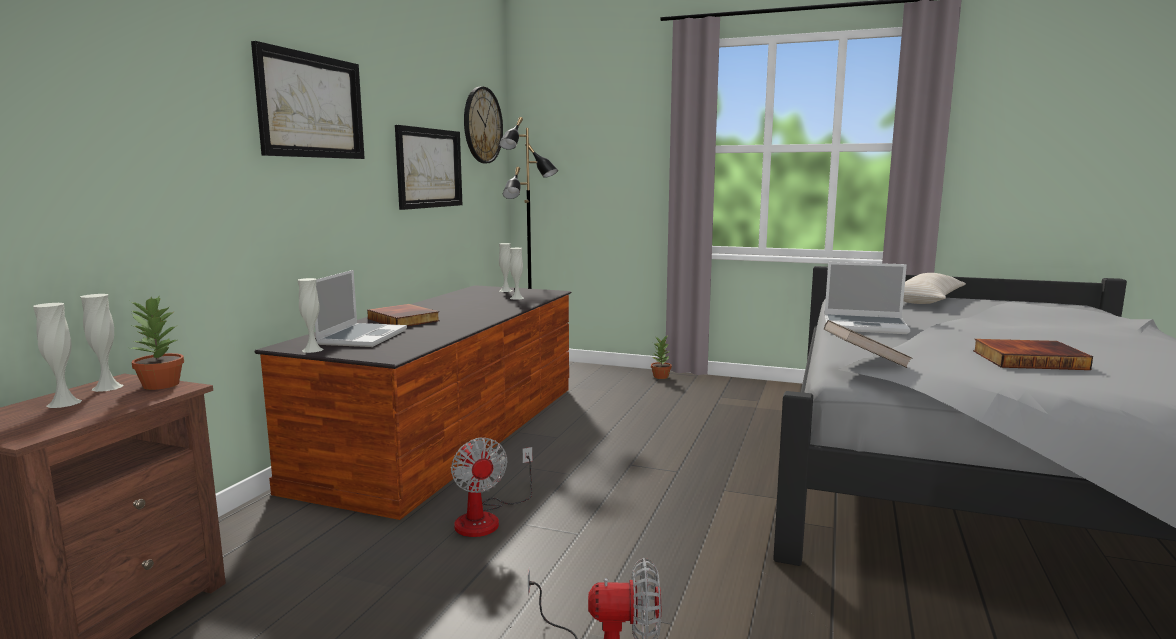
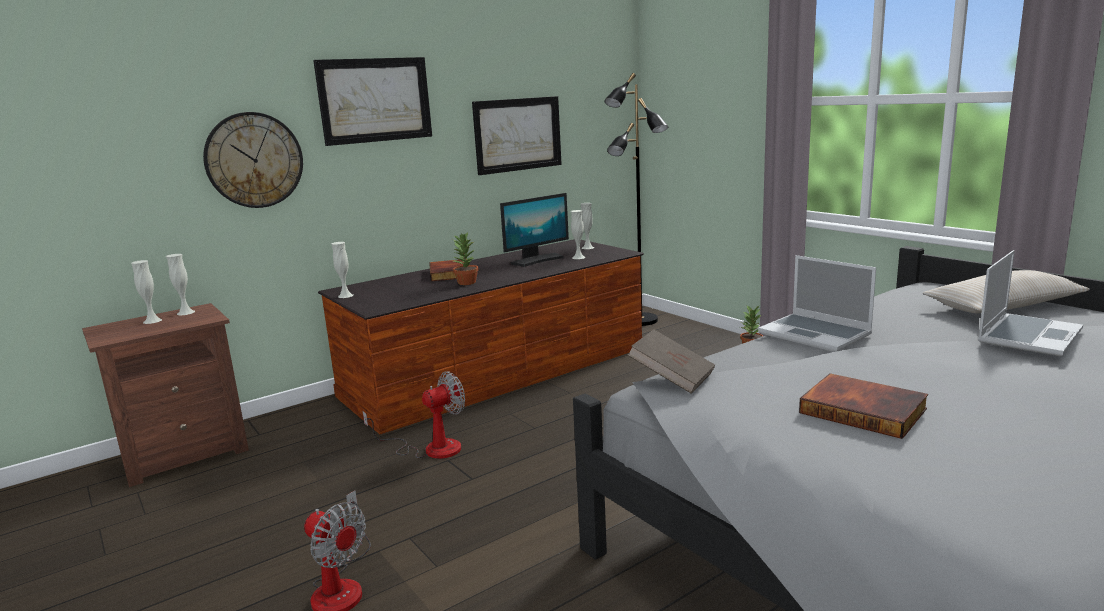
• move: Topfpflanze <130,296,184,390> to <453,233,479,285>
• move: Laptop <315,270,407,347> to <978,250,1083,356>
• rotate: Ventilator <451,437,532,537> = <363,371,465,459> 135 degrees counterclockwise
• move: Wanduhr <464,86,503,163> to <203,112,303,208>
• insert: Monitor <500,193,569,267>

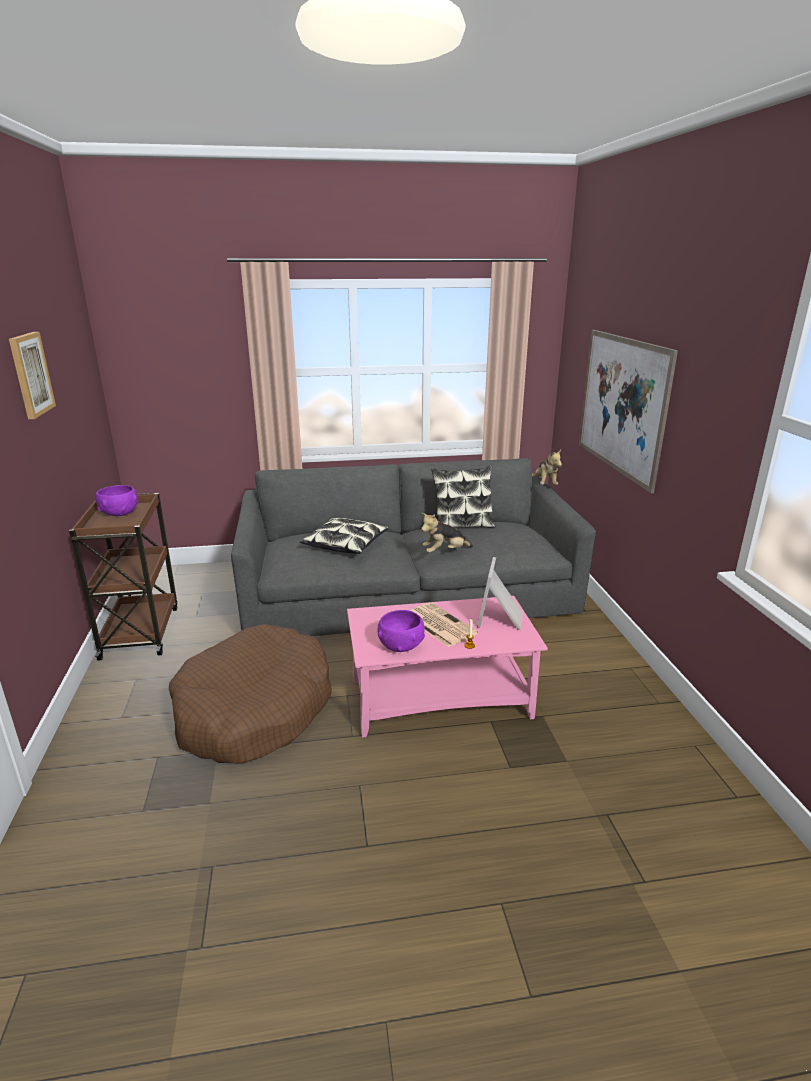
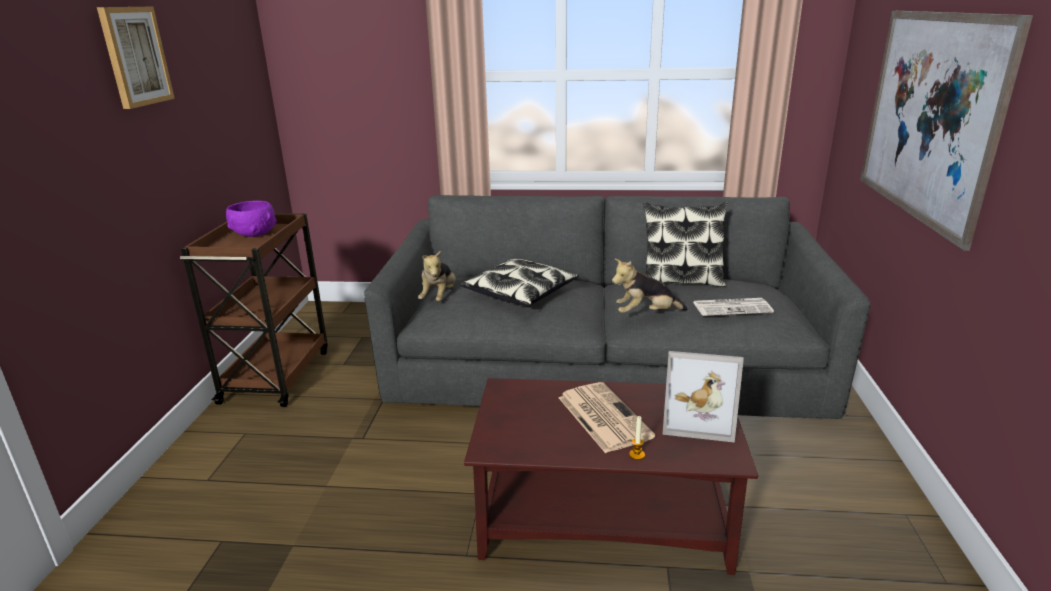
• delete: Hundebett [braun] <169,624,332,764>
• recolor: Couchtisch [rosa] <347,596,548,738> to Couchtisch [braun] <464,378,758,575>
• delete: Schüssel [lila] <378,610,425,652>
• rotate: Bilderrahmen <477,557,523,630> = <663,351,744,443> 105 degrees counterclockwise
• move: Plüschtier <532,450,562,485> to <418,250,456,302>
• insert: Zeitung <693,298,774,316>

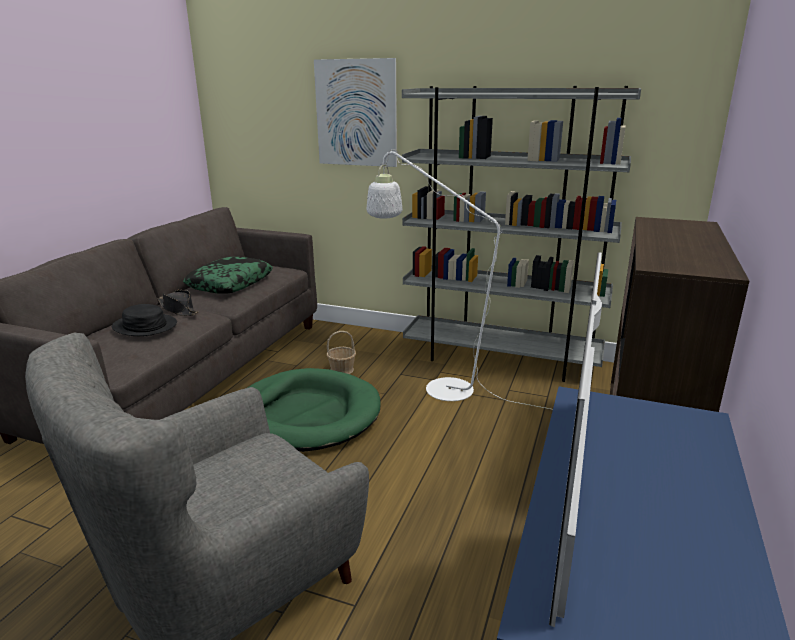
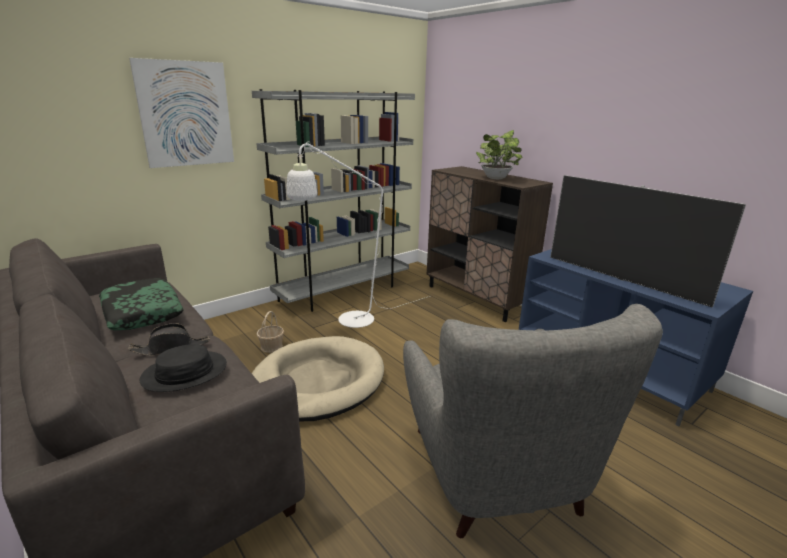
• recolor: Hundebett [grün] <247,368,381,452> to Hundebett [beige] <251,336,384,421>
• insert: Topfpflanze <476,130,522,179>

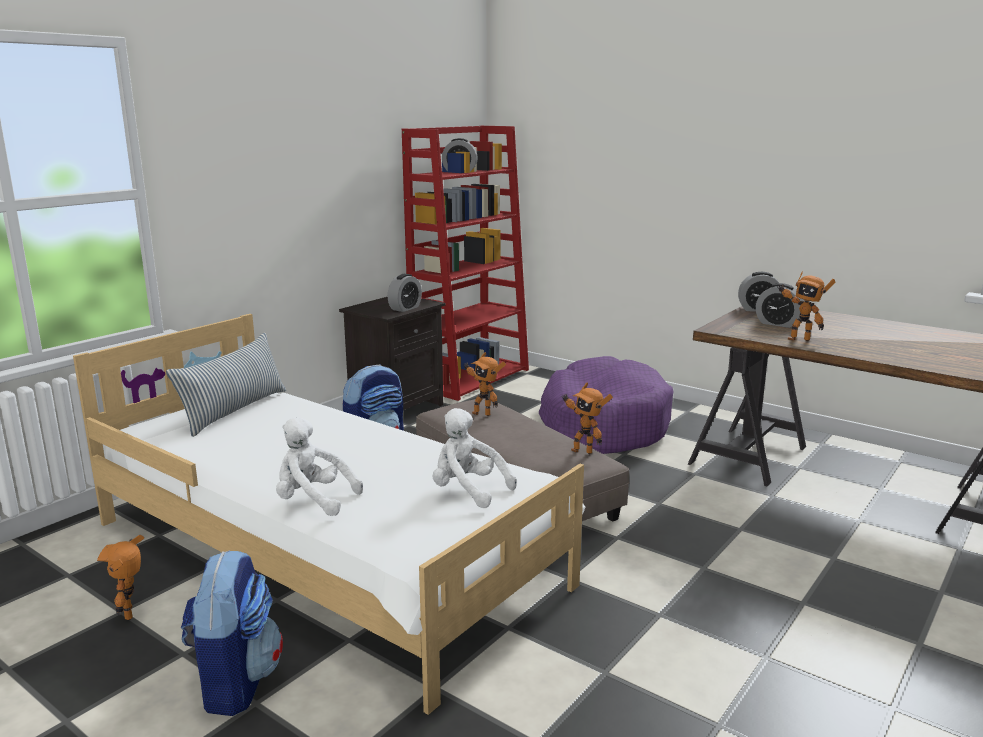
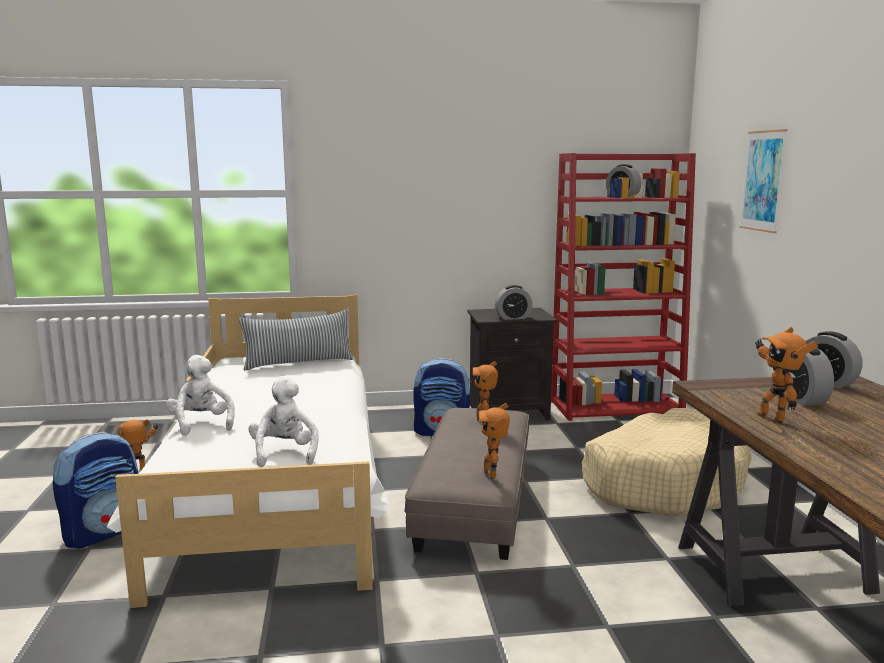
• recolor: Hundebett [lila] <538,356,674,454> to Hundebett [beige] <582,408,752,516>
• insert: Bild <739,129,787,233>

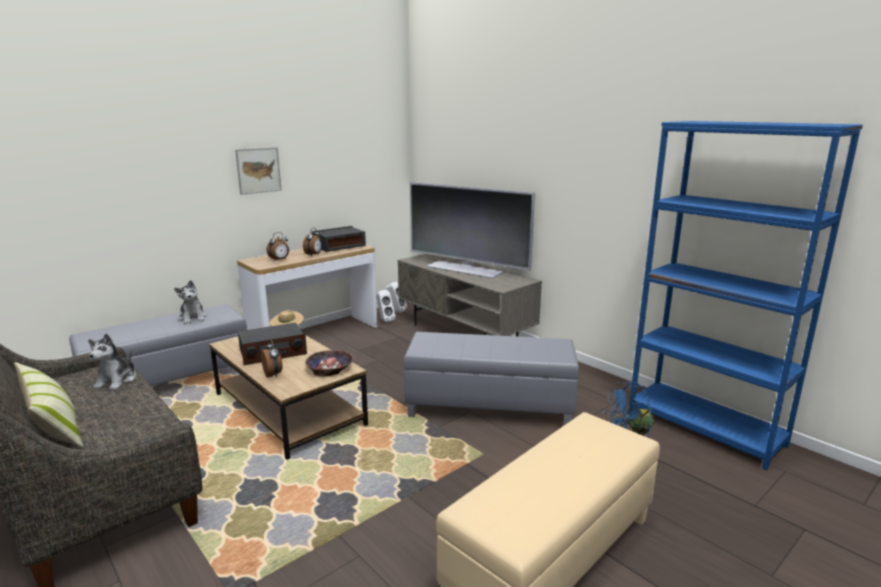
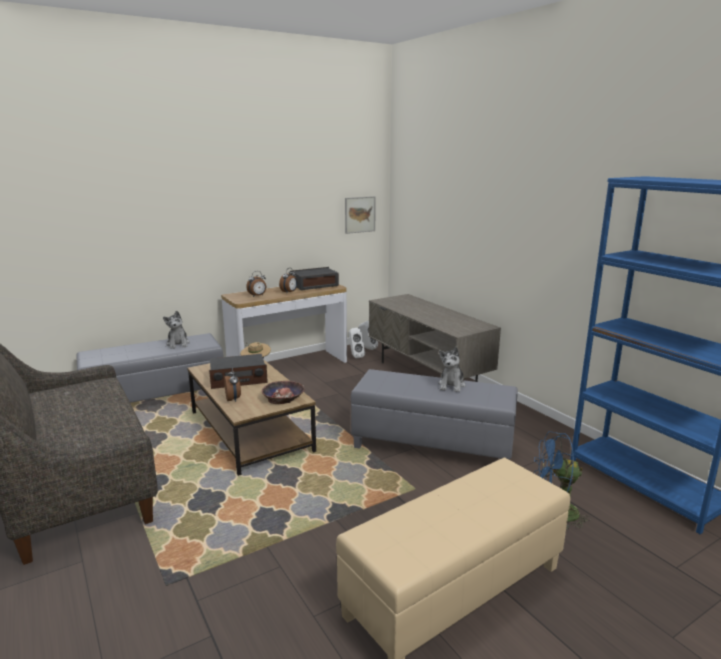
• delete: Kissen <14,362,83,448>
• move: Plüschtier <88,333,136,390> to <438,347,466,392>
• move: Bild <235,147,282,195> to <345,196,376,234>
• delete: Fernseher <410,182,535,278>

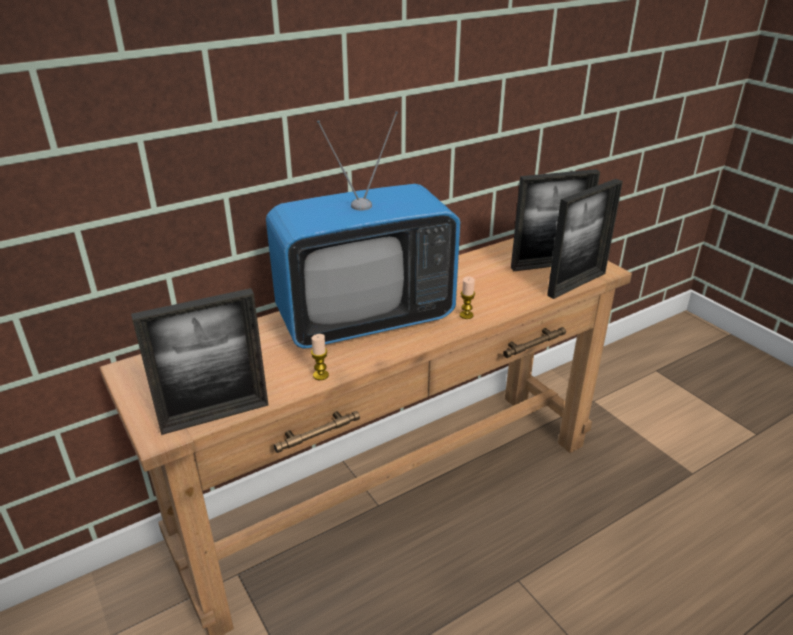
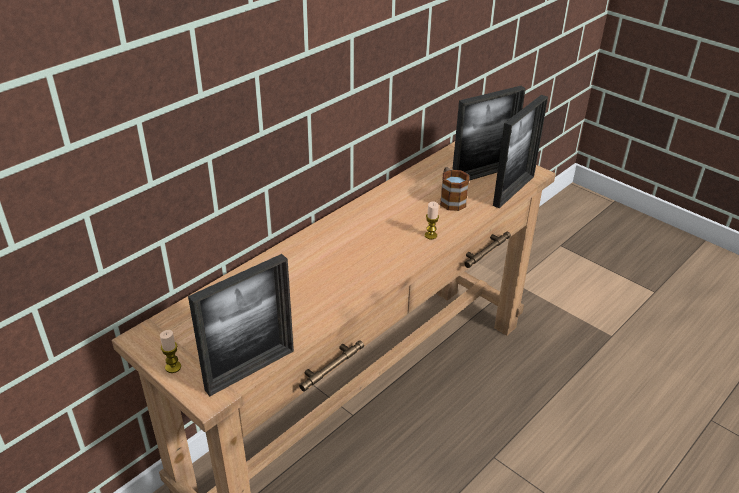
• delete: Fernseher <266,111,460,349>
• move: Kerze <311,334,329,380> to <160,330,181,373>
• insert: Henkelbecher <440,167,469,211>

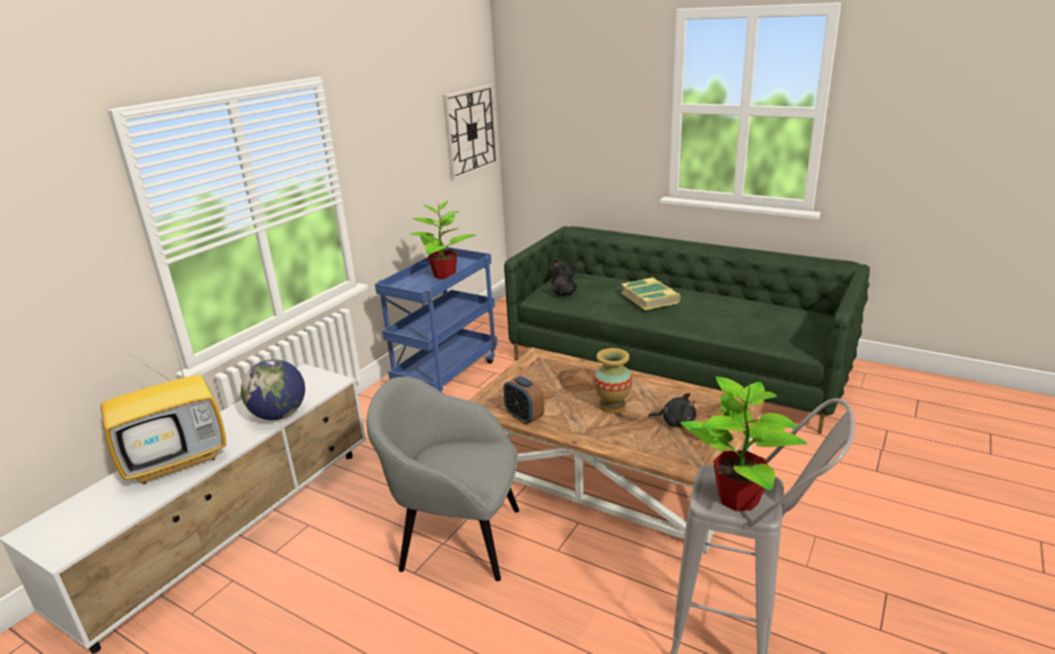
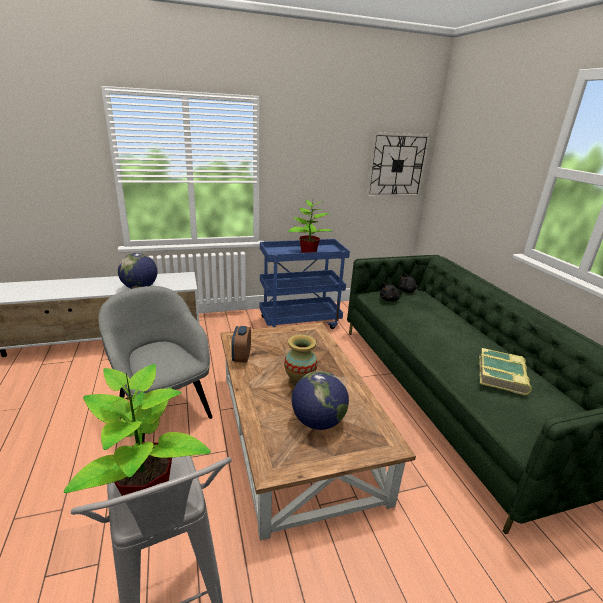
• delete: Fernseher <101,329,226,484>
• move: Buch <621,277,681,310> to <479,348,532,395>
• replace: Plüschtier [schwarz] <648,393,696,427> to Globus <292,371,349,430>

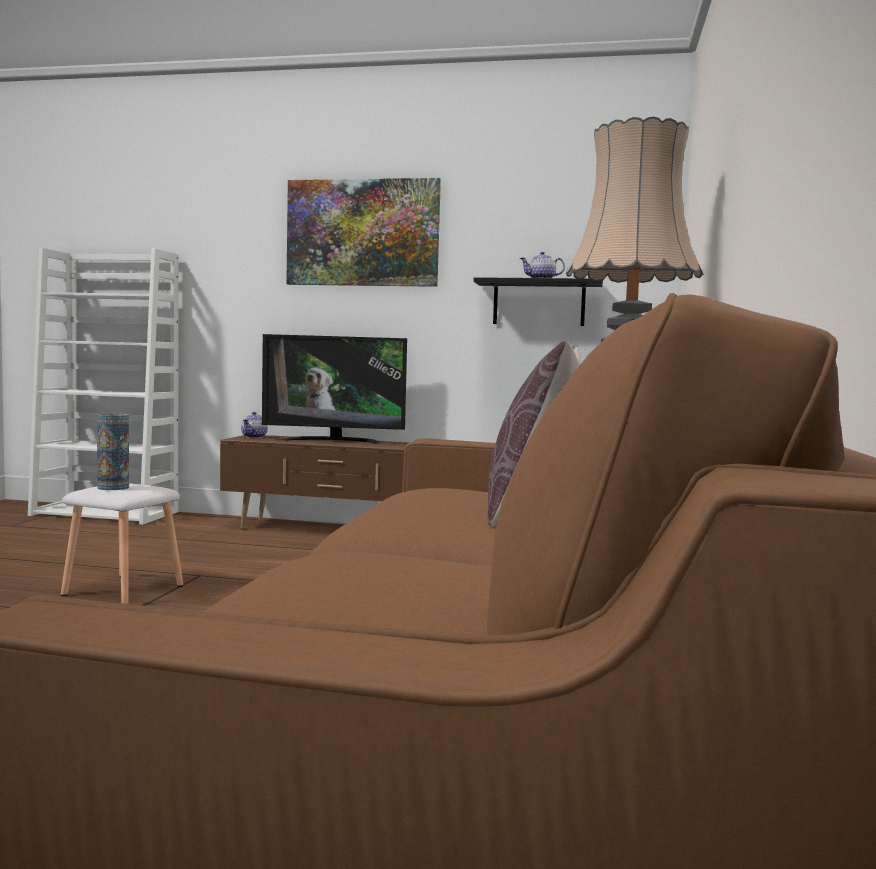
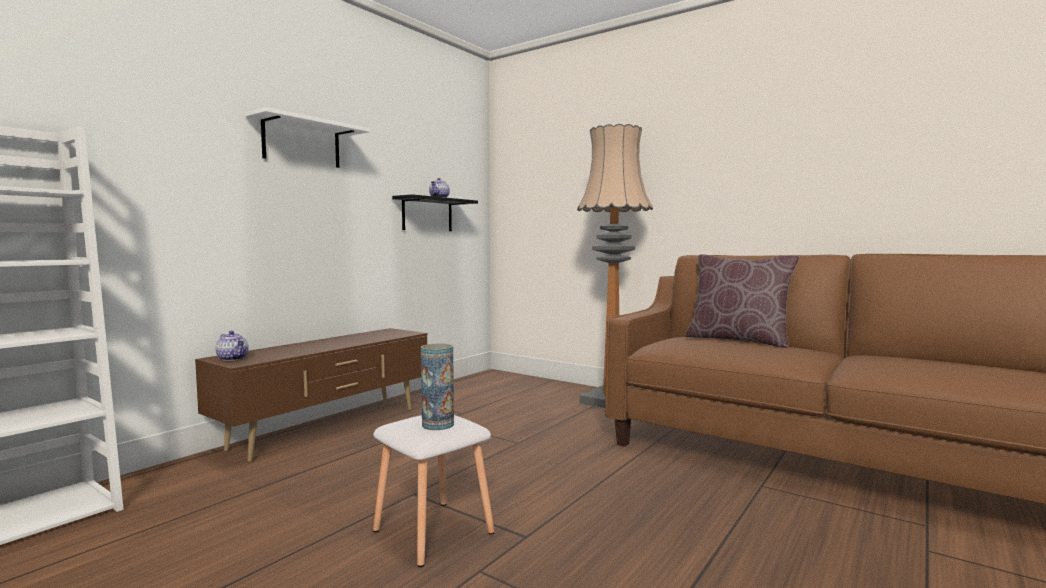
• delete: Fernseher <262,334,407,444>
• replace: Bild <286,178,441,287> to Wandregal [weiß] <245,107,370,168>

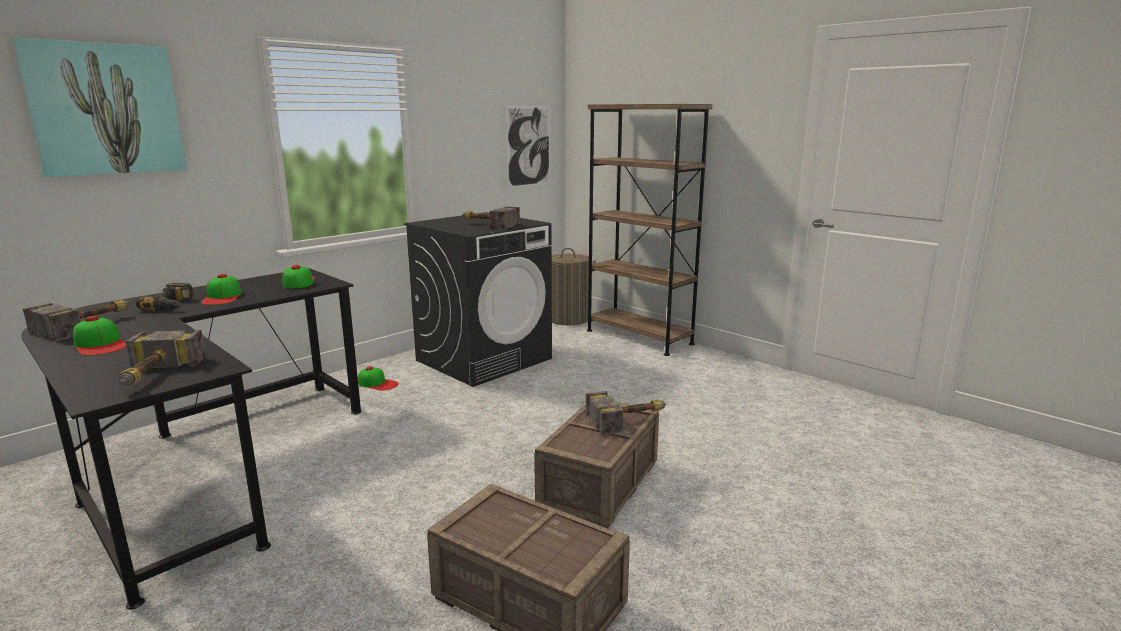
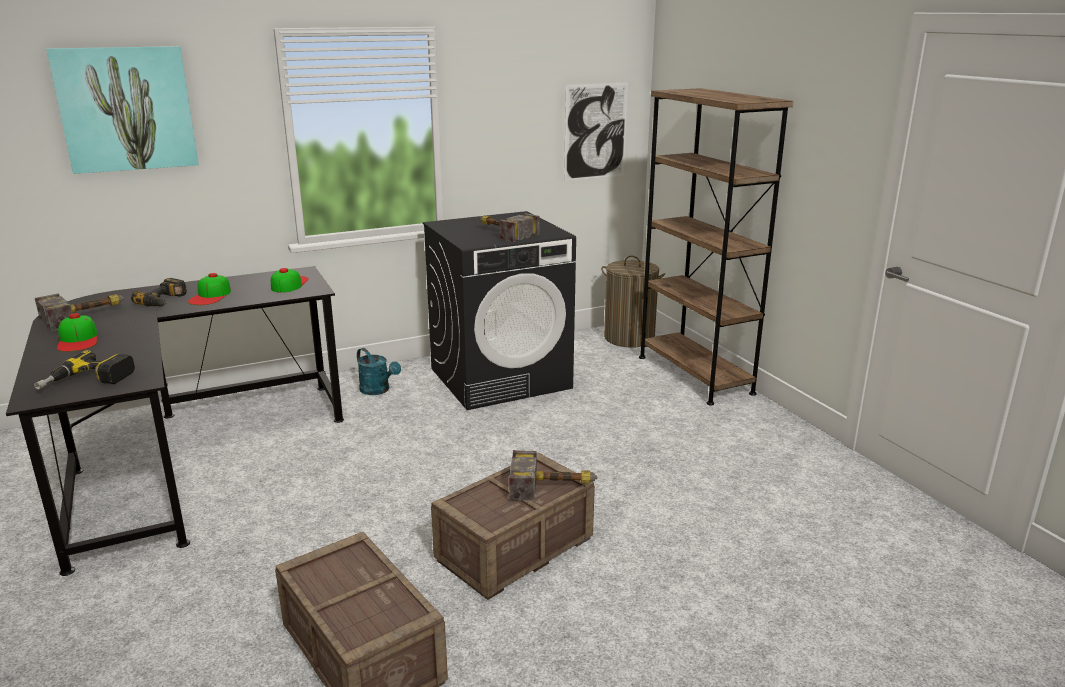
• replace: Hammer <118,330,206,386> to Bohrmaschine <34,350,135,390>
• replace: Kappe <358,366,399,391> to Gießkanne [türkis] <357,348,401,395>

